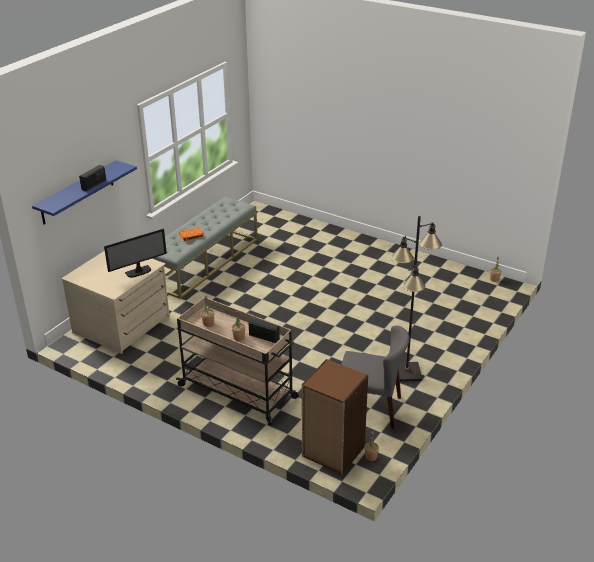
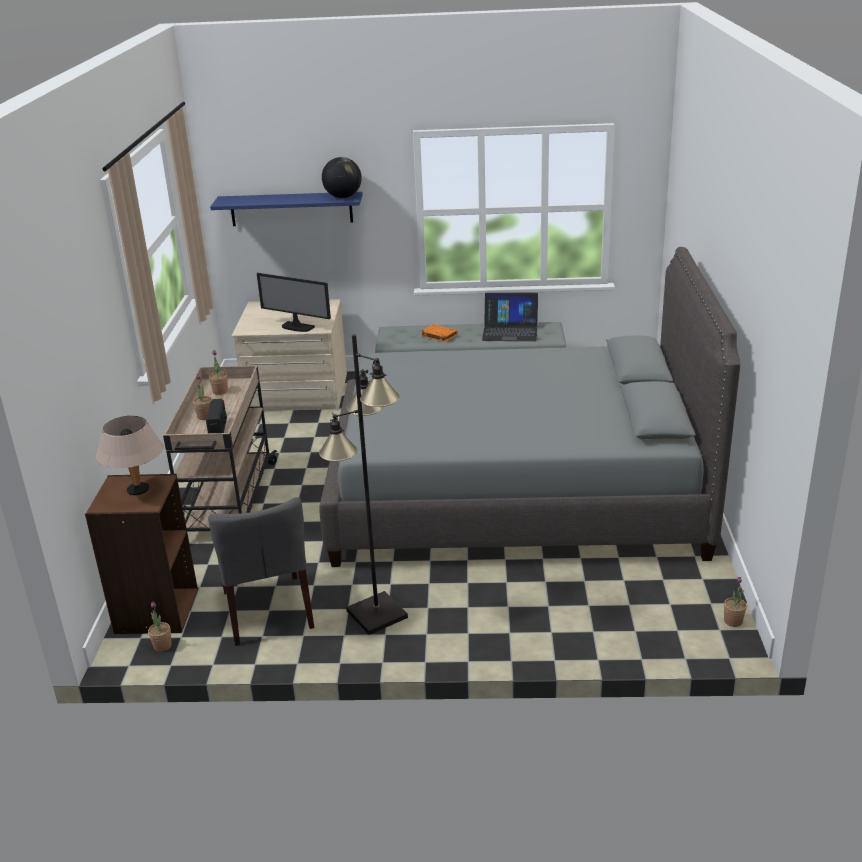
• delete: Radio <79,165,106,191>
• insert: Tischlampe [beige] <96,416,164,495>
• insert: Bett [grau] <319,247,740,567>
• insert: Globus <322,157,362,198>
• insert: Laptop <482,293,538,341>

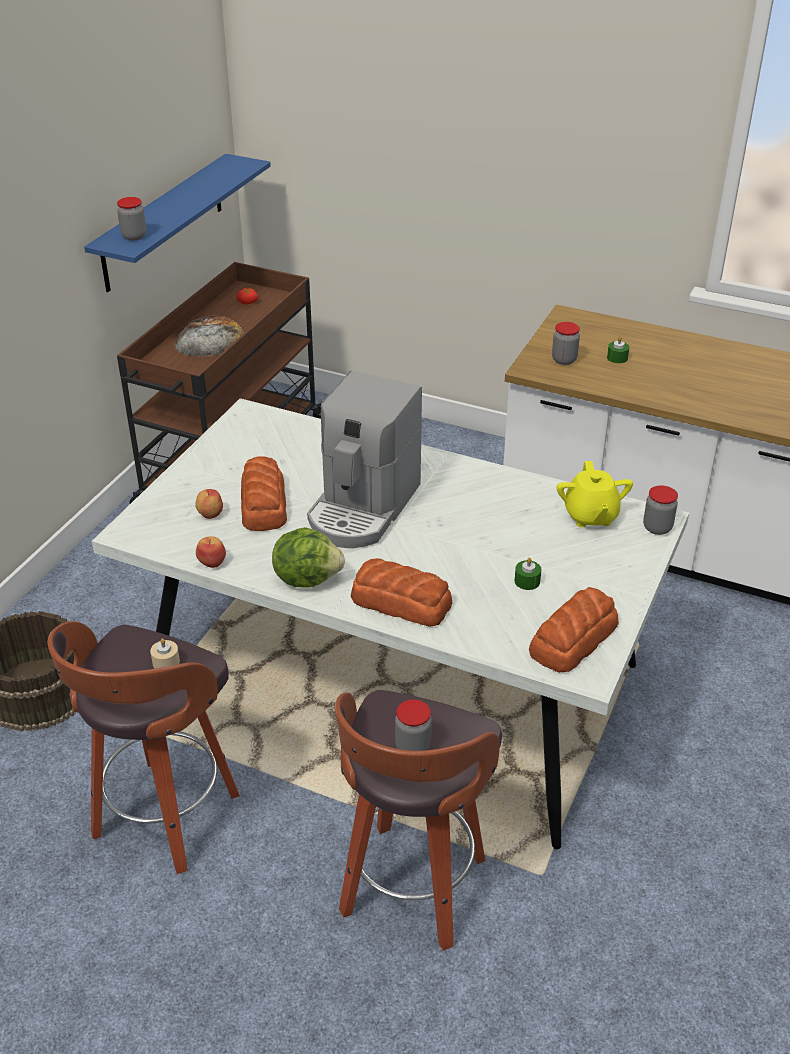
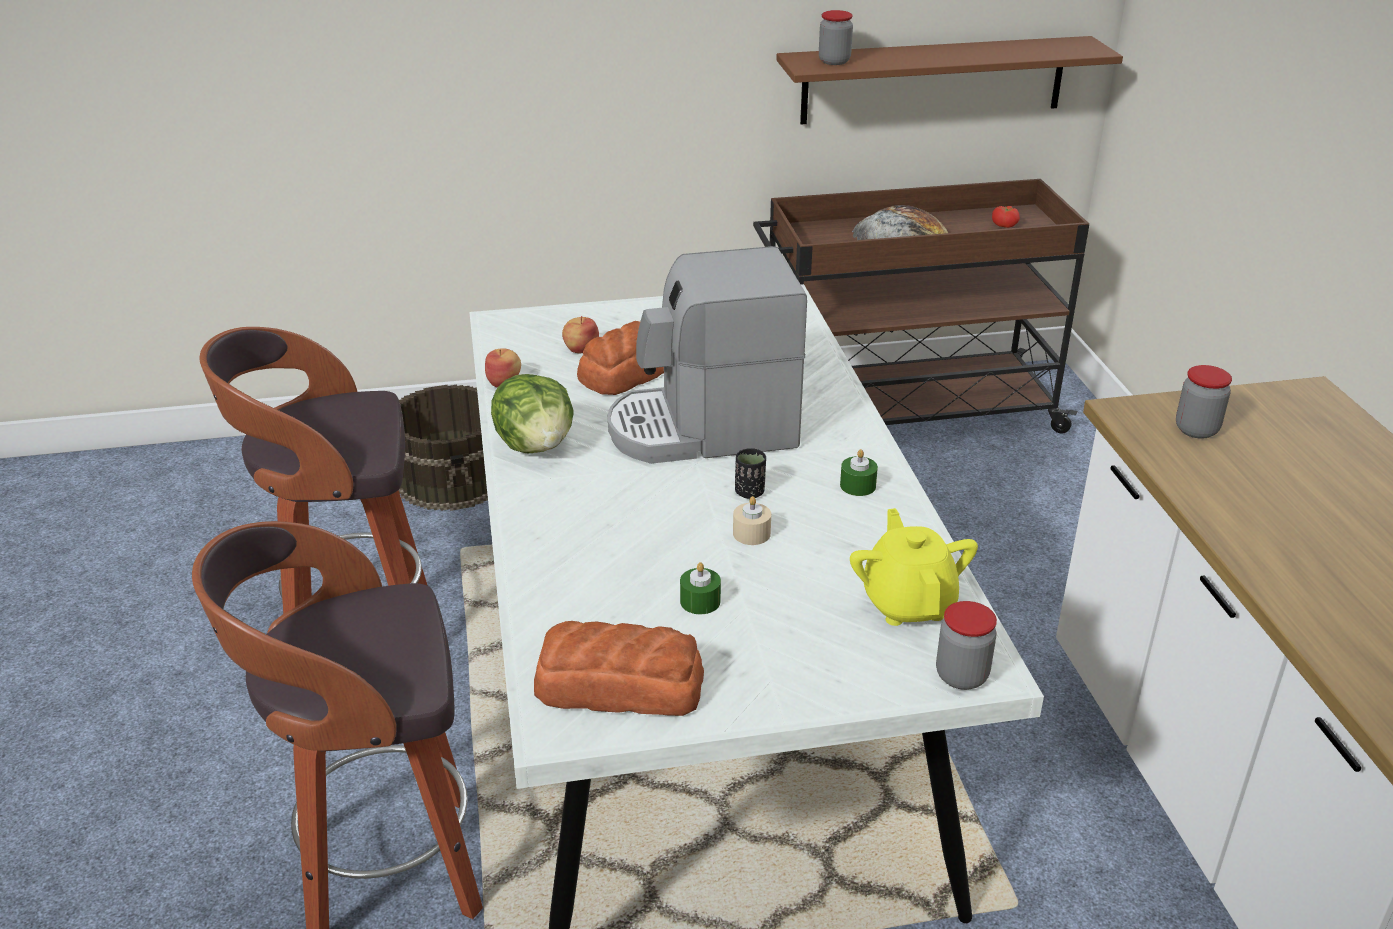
• recolor: Wandregal [blau] <84,154,271,292> to Wandregal [braun] <776,36,1123,124>
• move: Kerze [beige] <150,638,180,669> to <733,496,771,545>
• delete: Brot <351,558,452,627>
• delete: Vorratsglas <395,699,432,751>
• rotate: Teekanne [gelb] <557,461,633,527> = <850,508,978,626> 120 degrees clockwise
• move: Kerze [grün] <607,336,629,364> to <840,449,878,496>
• insert: Tasse [schwarz] <735,448,766,499>

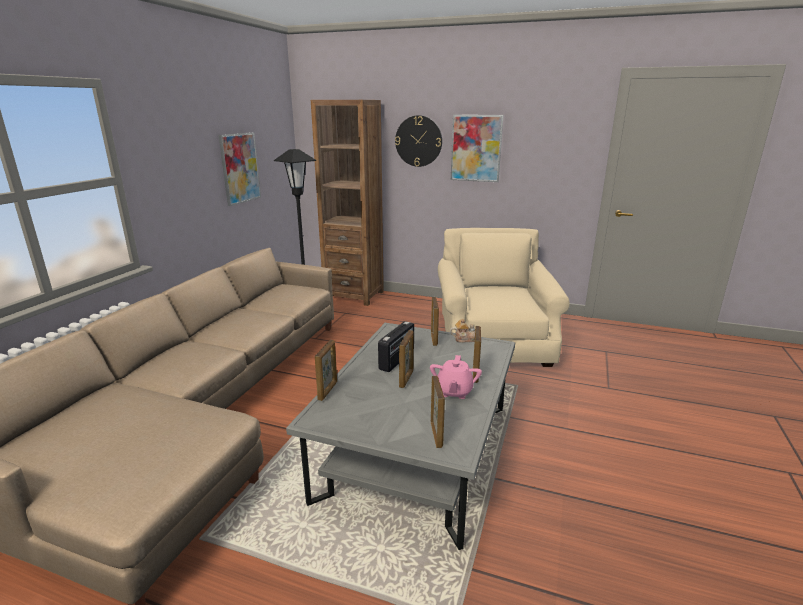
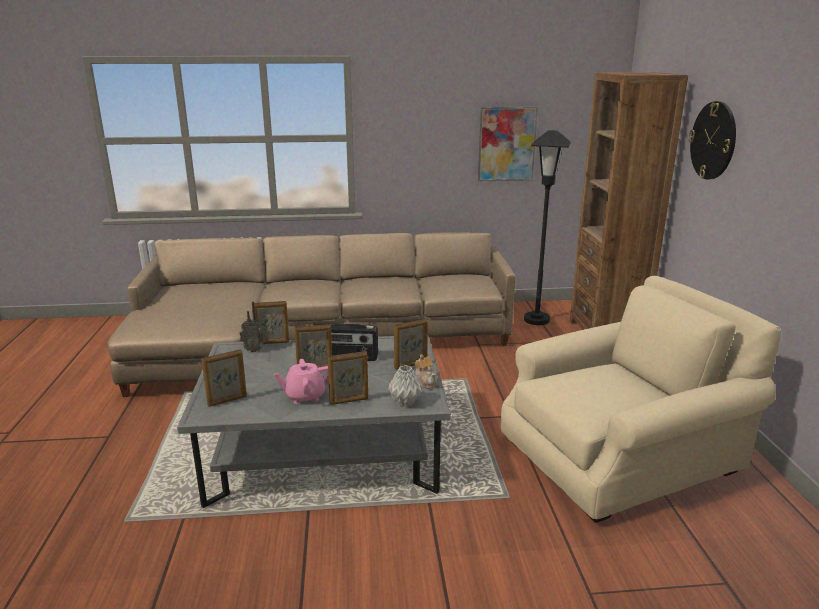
• delete: Bild <451,115,504,182>
• insert: Radio <239,301,264,352>
• insert: Vase [grau] <389,365,423,407>

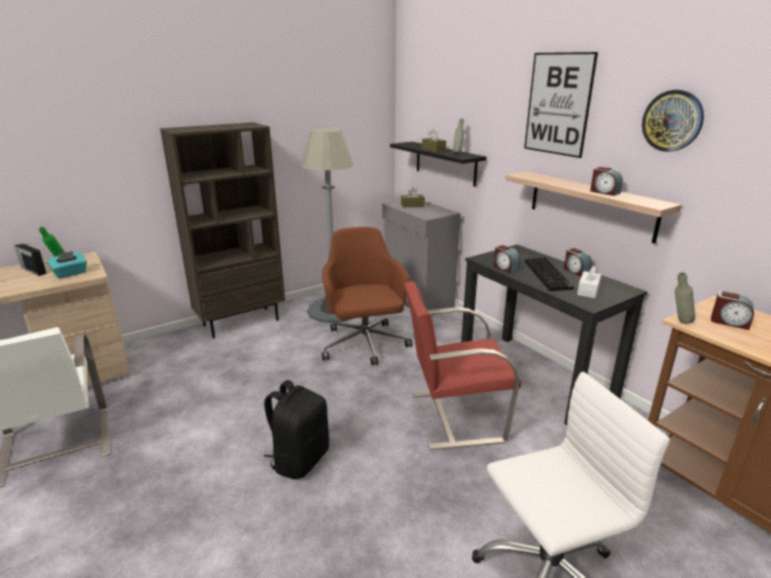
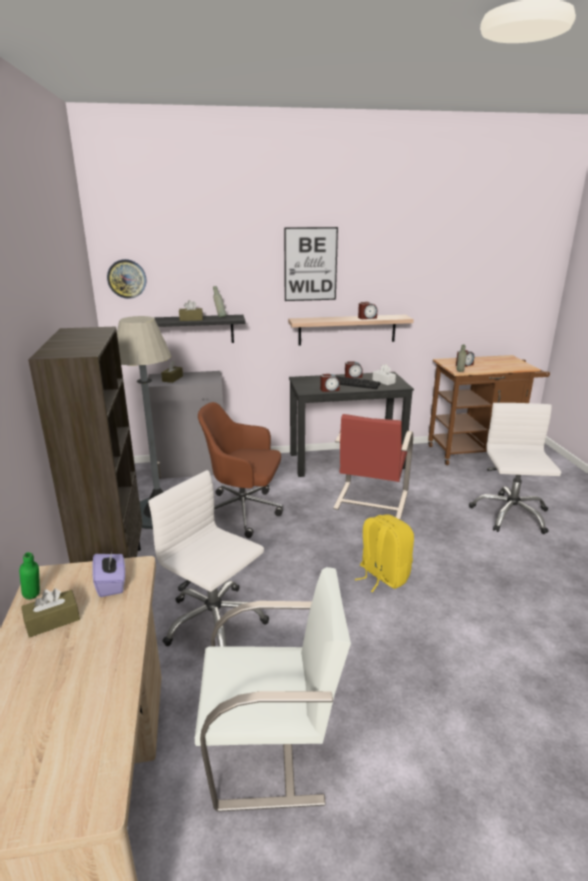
• replace: Radio <14,243,47,276> to Taschentuchbox [braun] <21,588,80,638>
• recolor: Taschentuchbox [türkis] <47,251,87,279> to Taschentuchbox [lila] <92,552,125,597>
• recolor: Rucksack [schwarz] <264,380,329,479> to Rucksack [gelb] <355,514,414,592>
• move: Wanduhr <642,90,704,152> to <107,259,146,299>
• insert: Bürostuhl [weiß] <148,470,269,647>

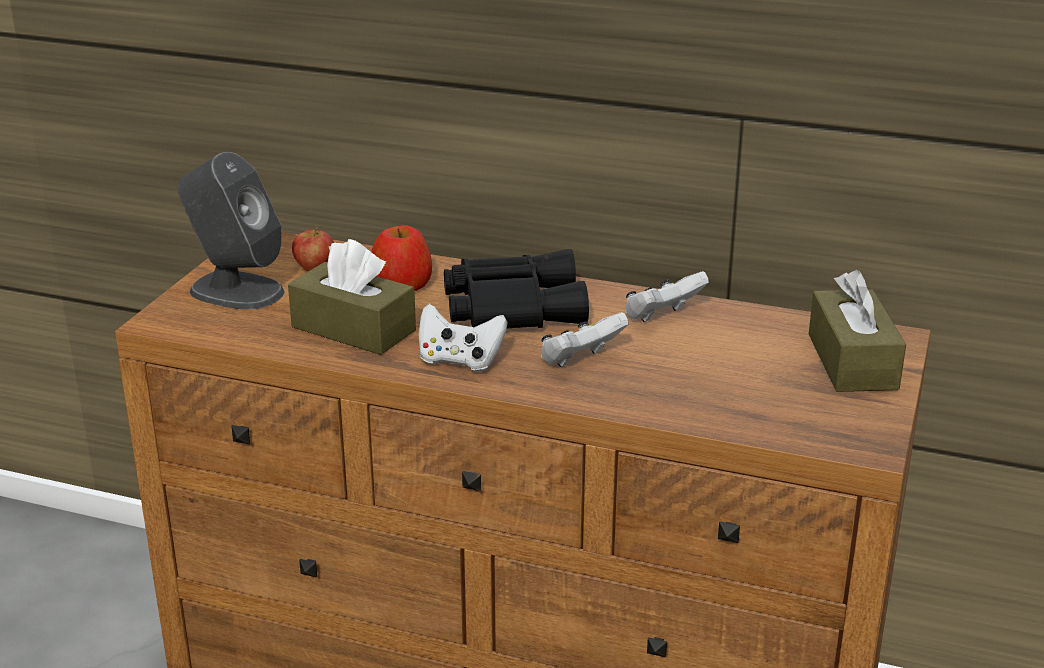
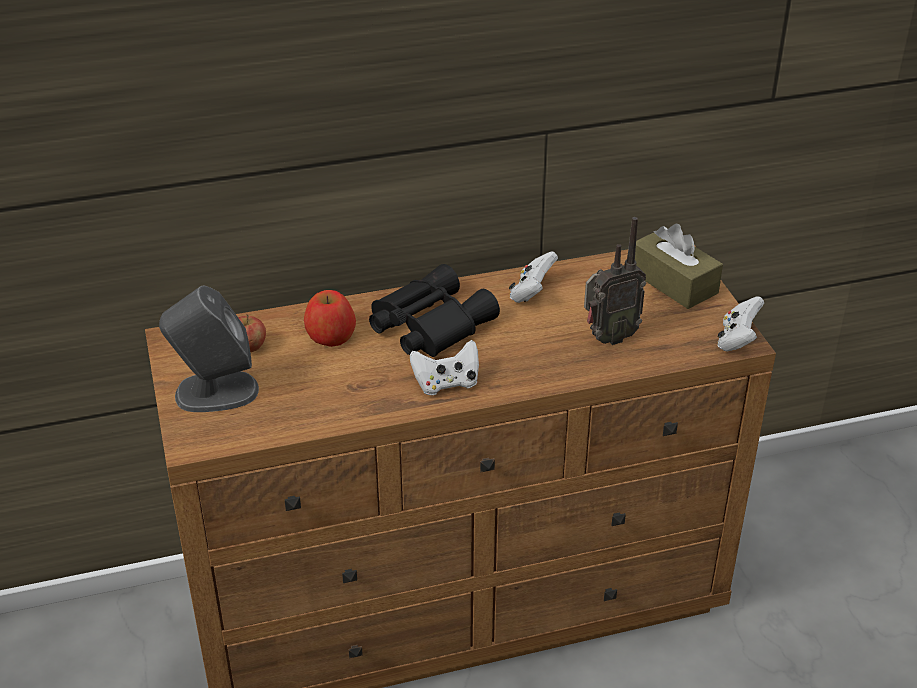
• delete: Taschentuchbox [braun] <288,239,416,355>
• move: Gamepad [weiß] <541,312,629,367> to <717,297,764,352>
• insert: Radio <584,217,646,345>

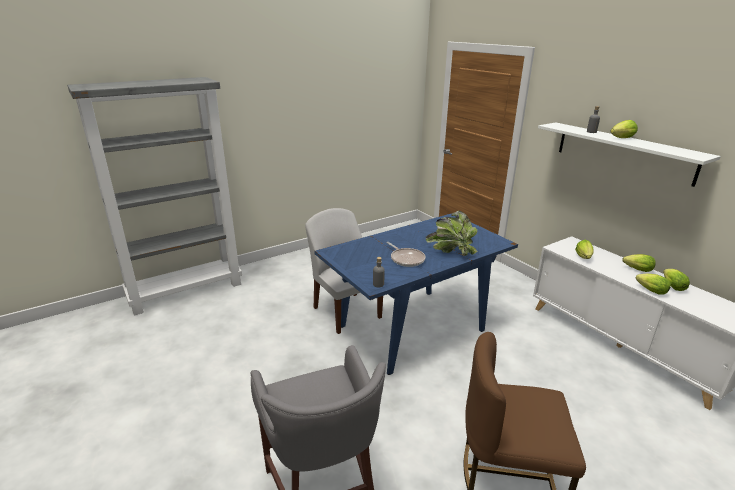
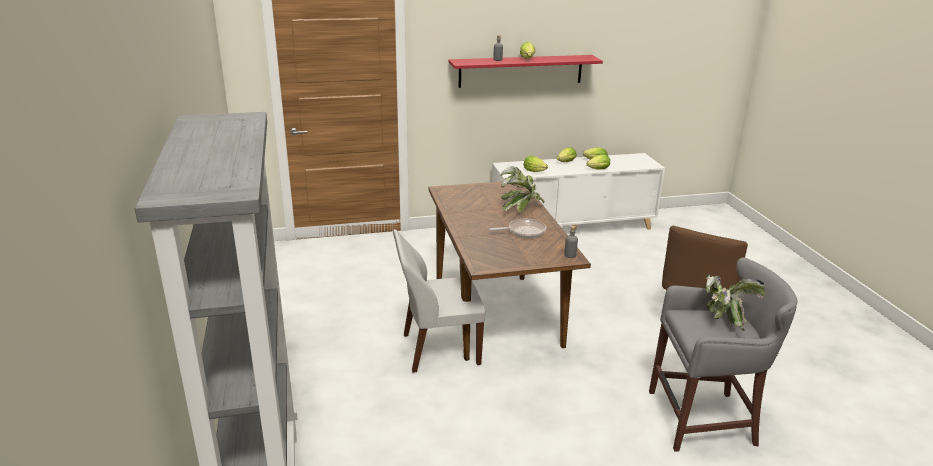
• recolor: Esstisch [blau] <314,213,518,375> to Esstisch [braun] <428,182,591,361>
• recolor: Wandregal [weiß] <538,123,721,187> to Wandregal [rot] <448,55,603,88>
• insert: Topfpflanze <703,274,765,331>

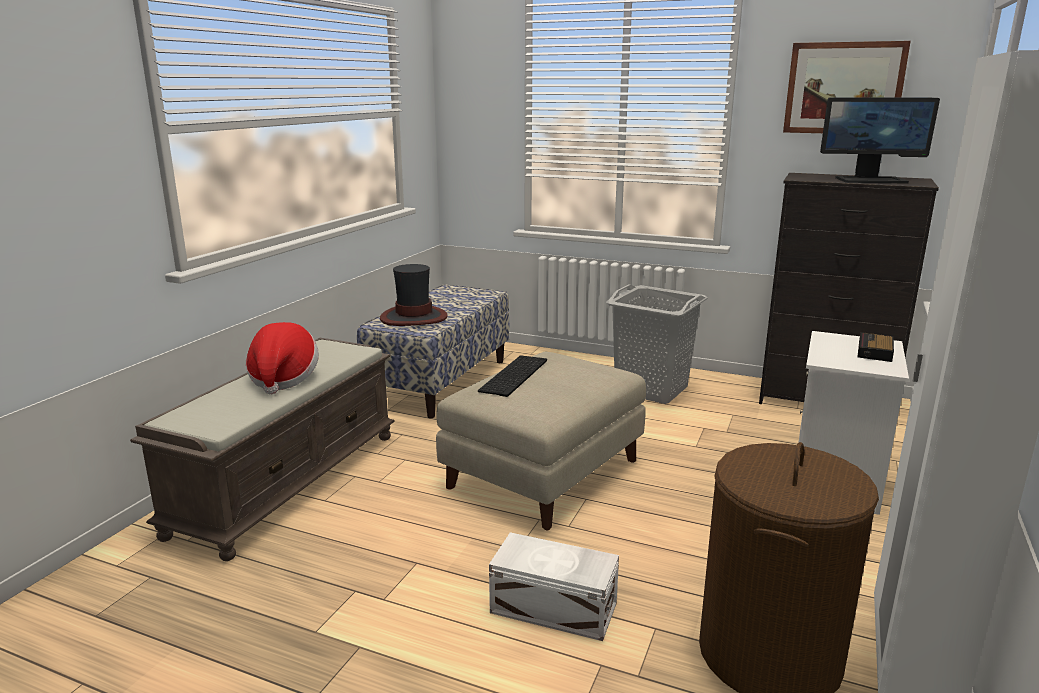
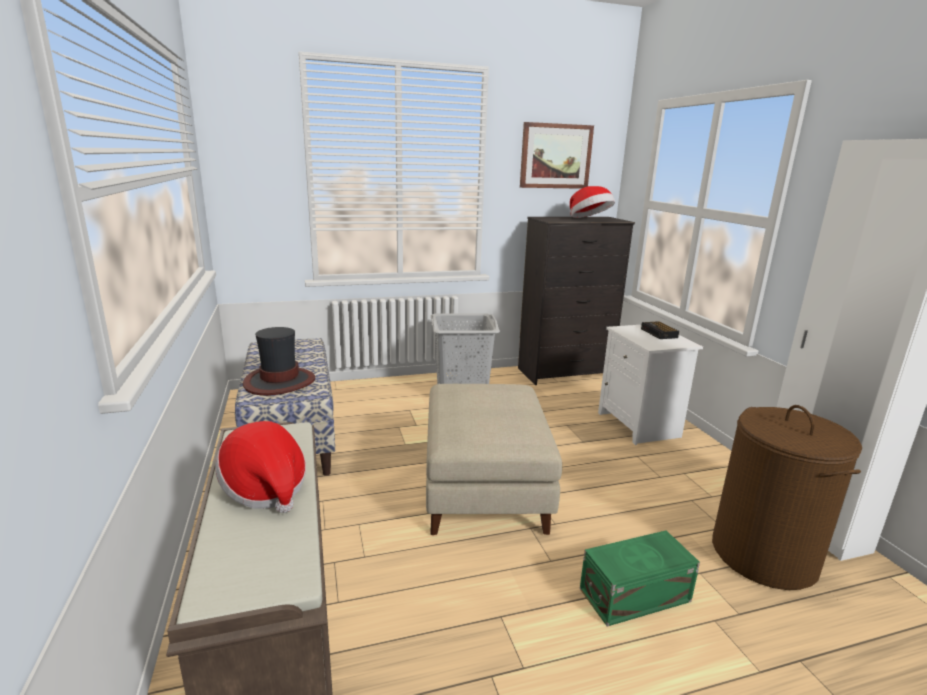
• delete: Tastatur <478,356,547,397>
• recolor: Aufbewahrungsbox [weiß] <489,532,619,641> to Aufbewahrungsbox [grün] <580,530,700,627>
• replace: Monitor <820,97,940,183> to Hut <570,186,615,218>

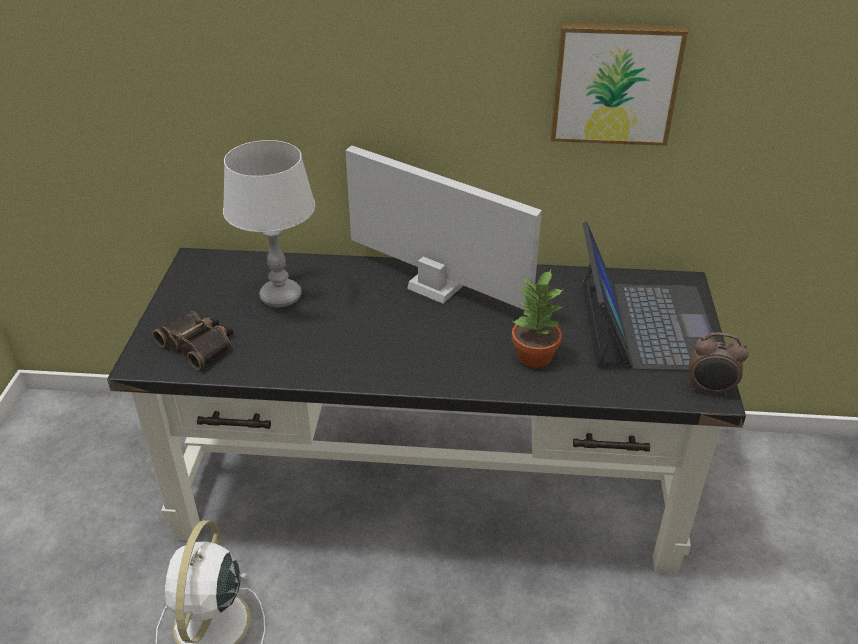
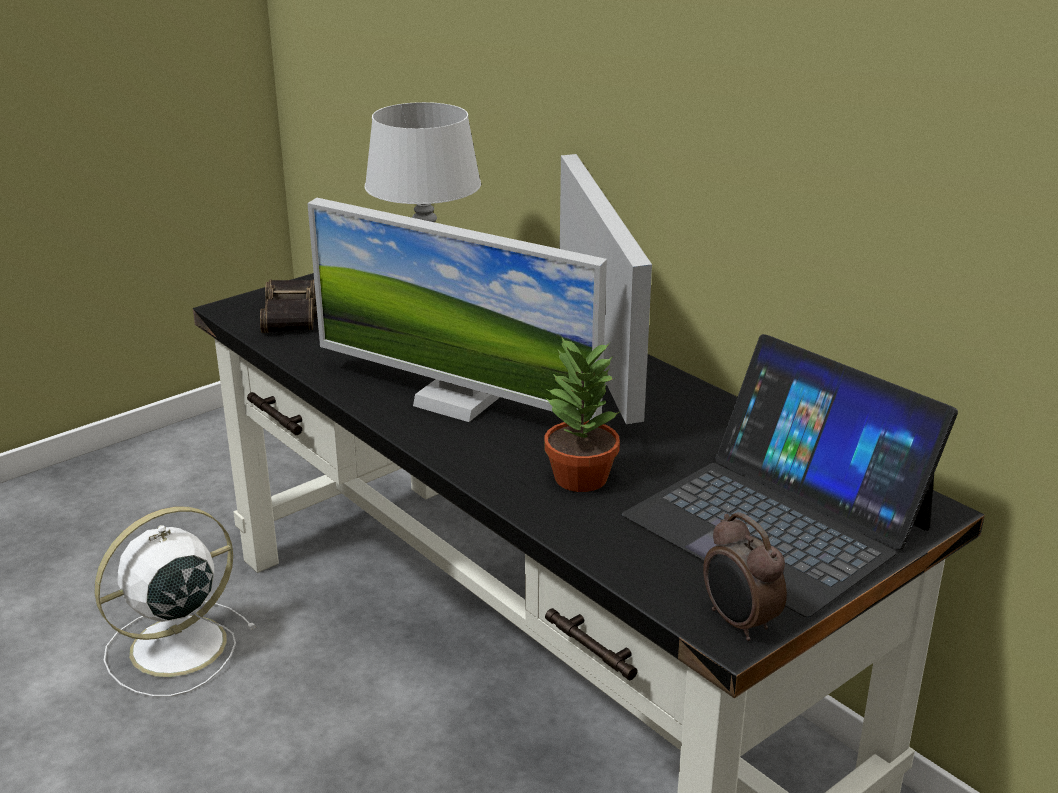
• delete: Bild <551,23,688,146>
• rotate: Laptop <582,221,716,371> = <622,334,958,617> 90 degrees clockwise
• insert: Monitor <307,198,607,422>

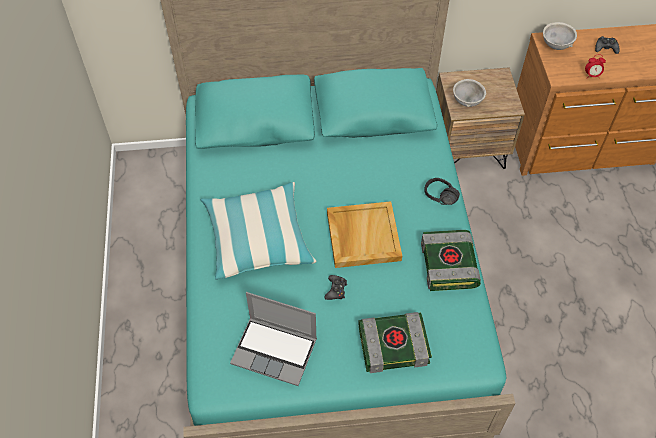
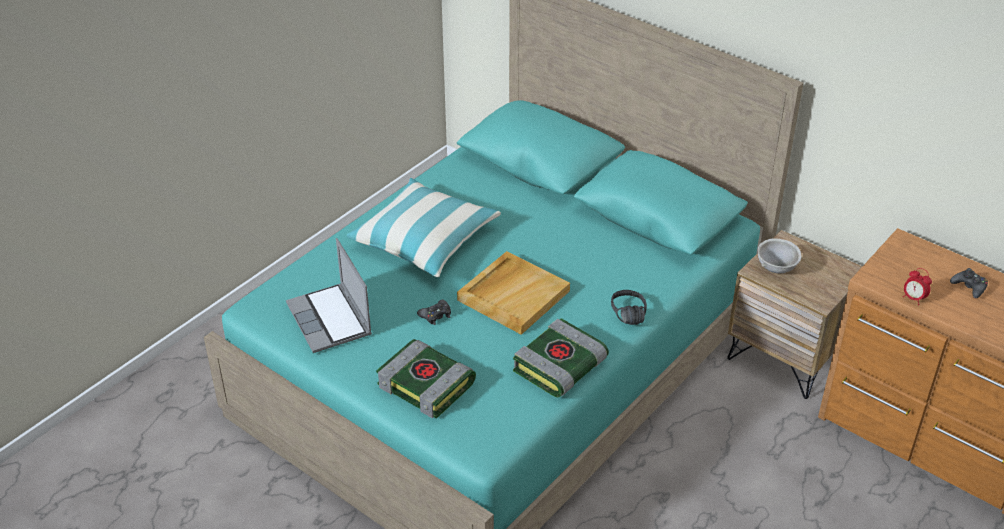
• delete: Schüssel [grau] <543,22,577,50>

